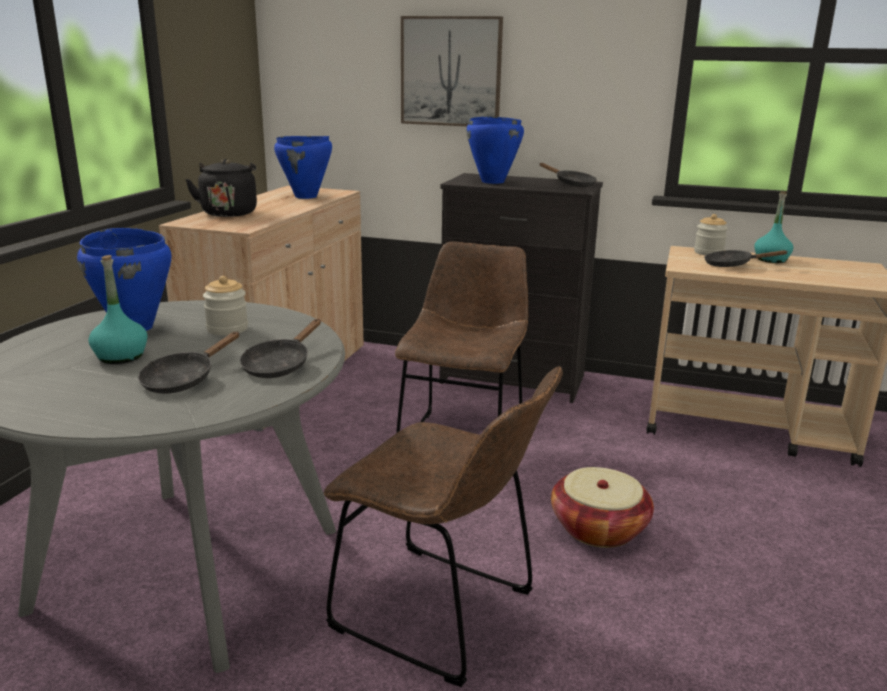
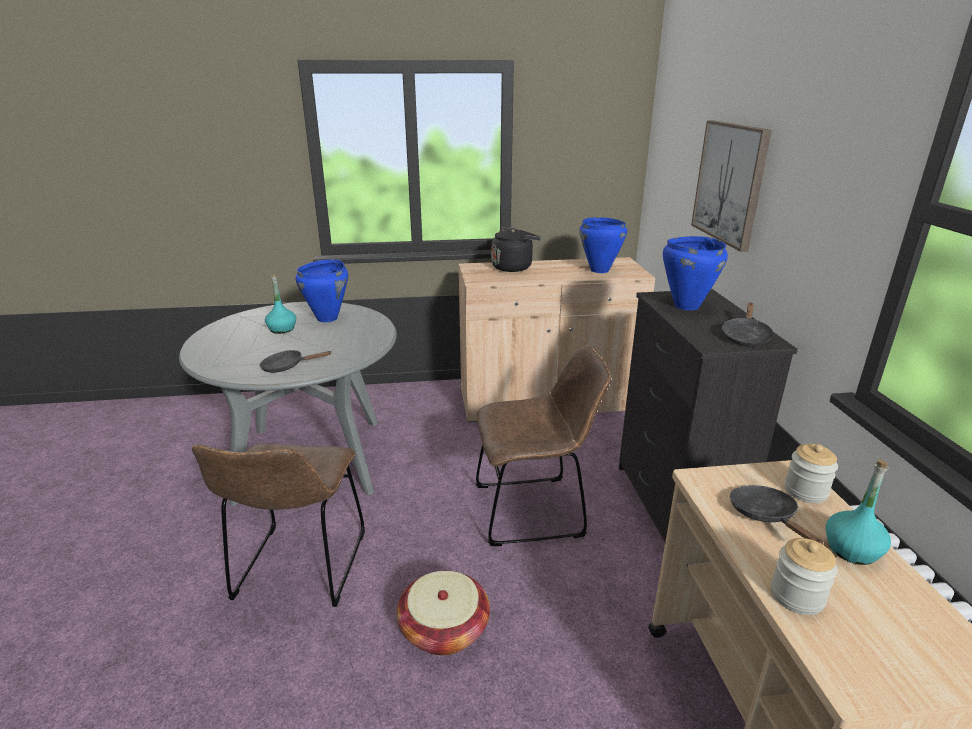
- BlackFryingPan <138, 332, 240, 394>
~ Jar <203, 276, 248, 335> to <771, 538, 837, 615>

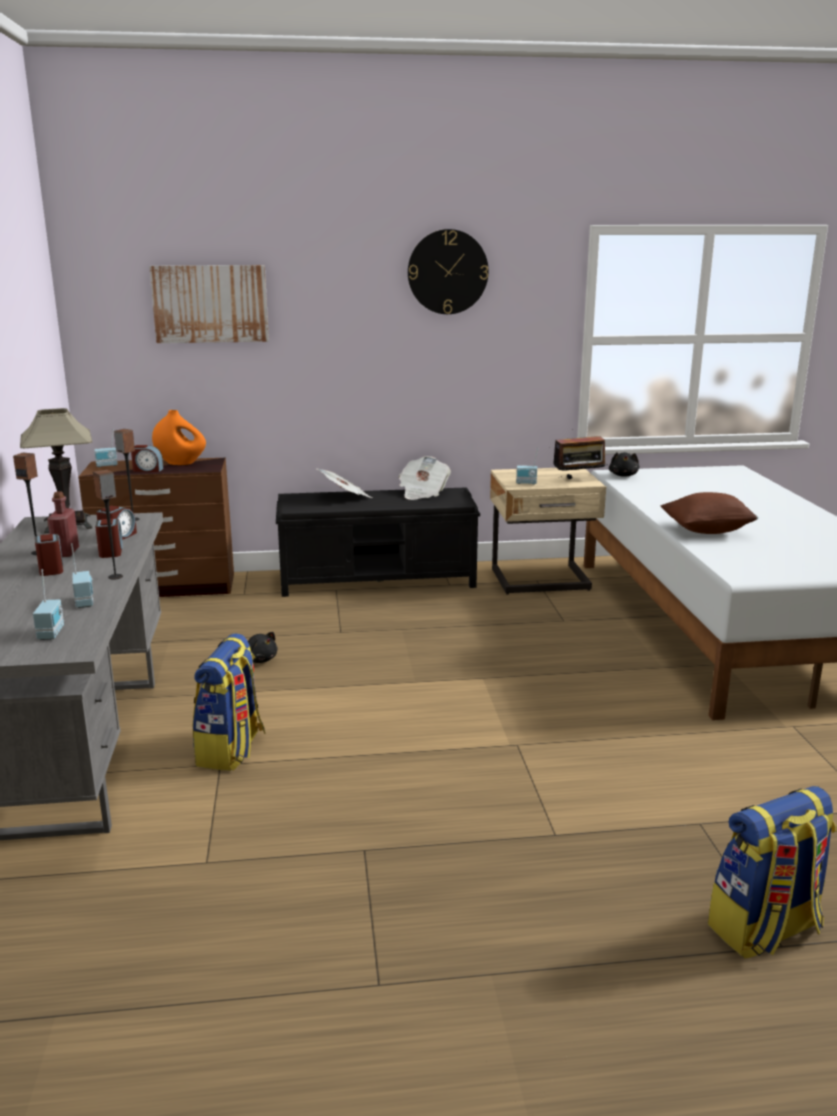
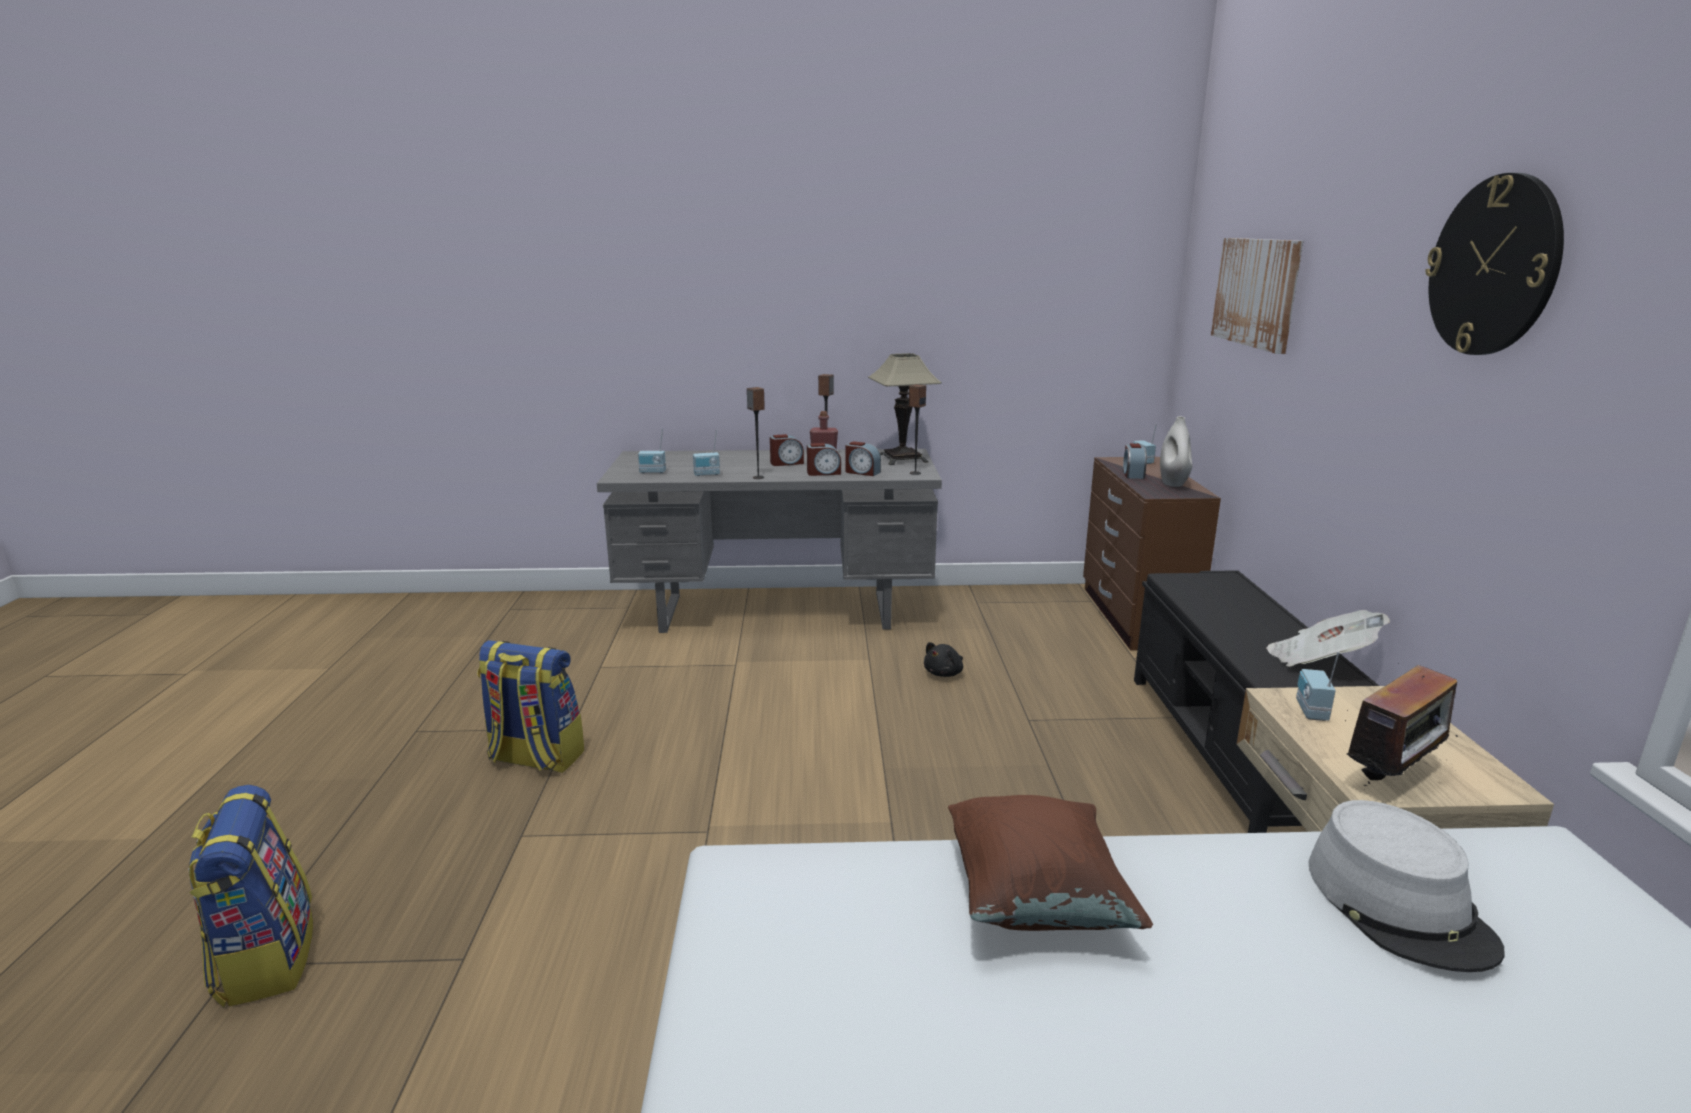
- Newspaper <315, 468, 372, 498>
- BlackPlushToy <609, 452, 639, 477>
+ GreyHat <1308, 800, 1504, 972>
~ Backpack <193, 633, 266, 771> to <477, 640, 584, 773>
~ OrangeVase <152, 410, 206, 465> to WhiteVase <1160, 416, 1192, 487>
~ Radio <553, 436, 608, 479> = <1345, 665, 1458, 786> 120 degrees counterclockwise

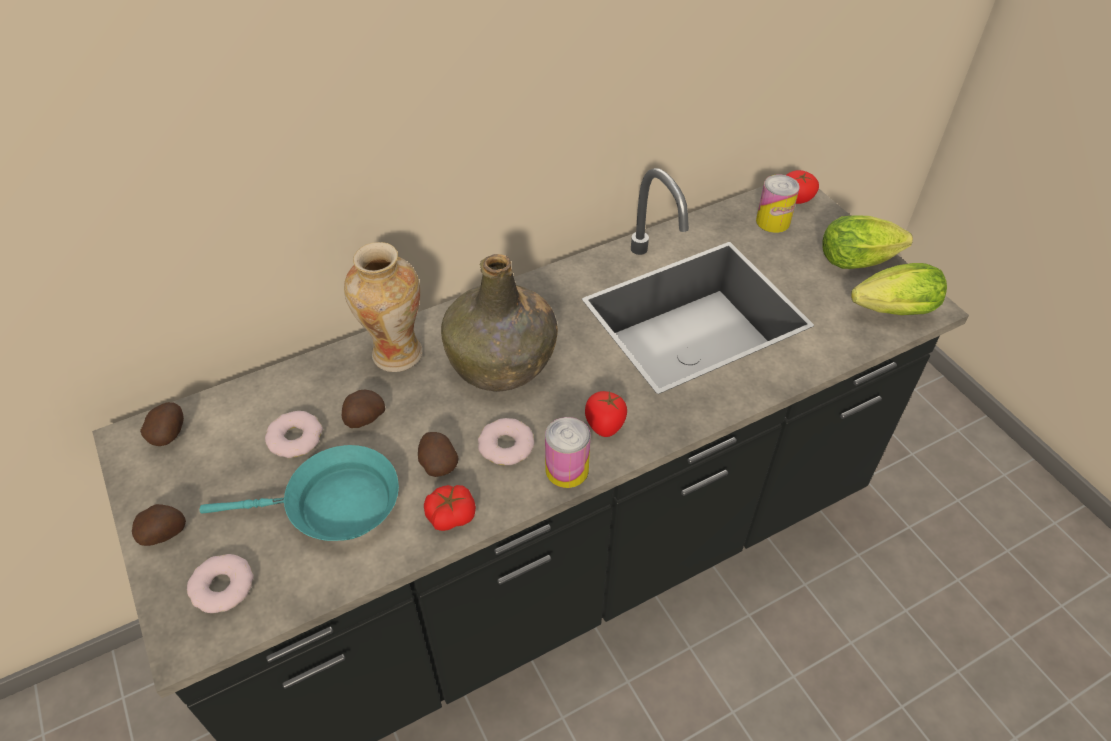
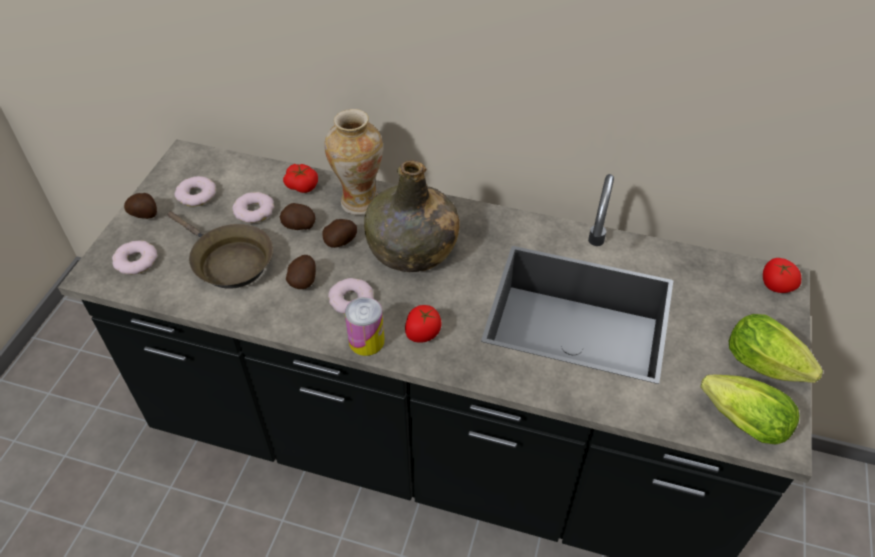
- Can <756, 174, 800, 233>
+ Donut <174, 176, 216, 206>
~ Potato <140, 402, 184, 446> to <322, 219, 357, 248>
~ Tomato <424, 485, 476, 531> to <283, 164, 318, 193>
~ TurquoiseFryingPan <200, 445, 399, 541> to BrownFryingPan <167, 211, 273, 289>

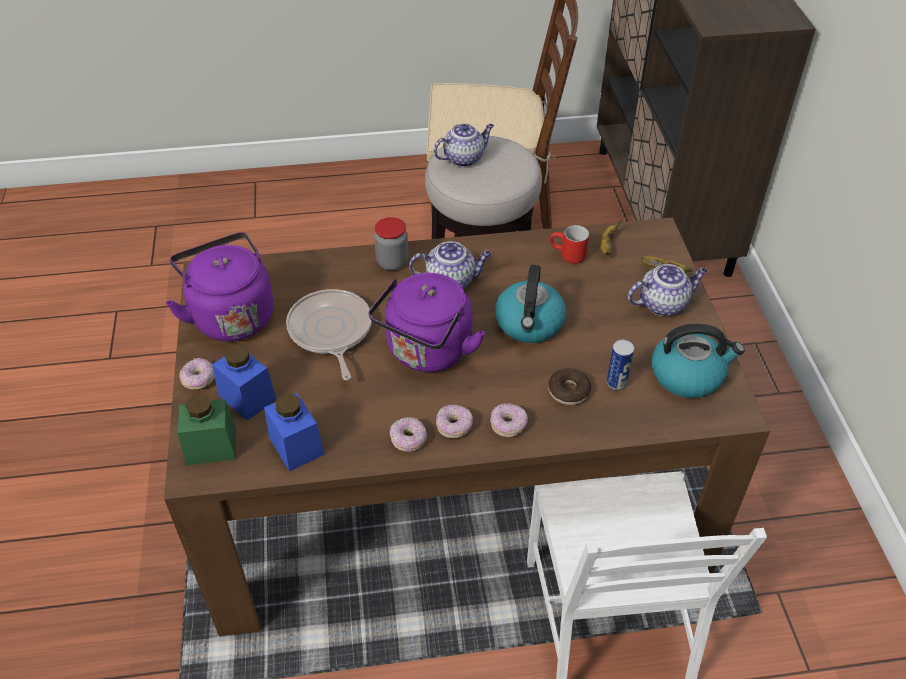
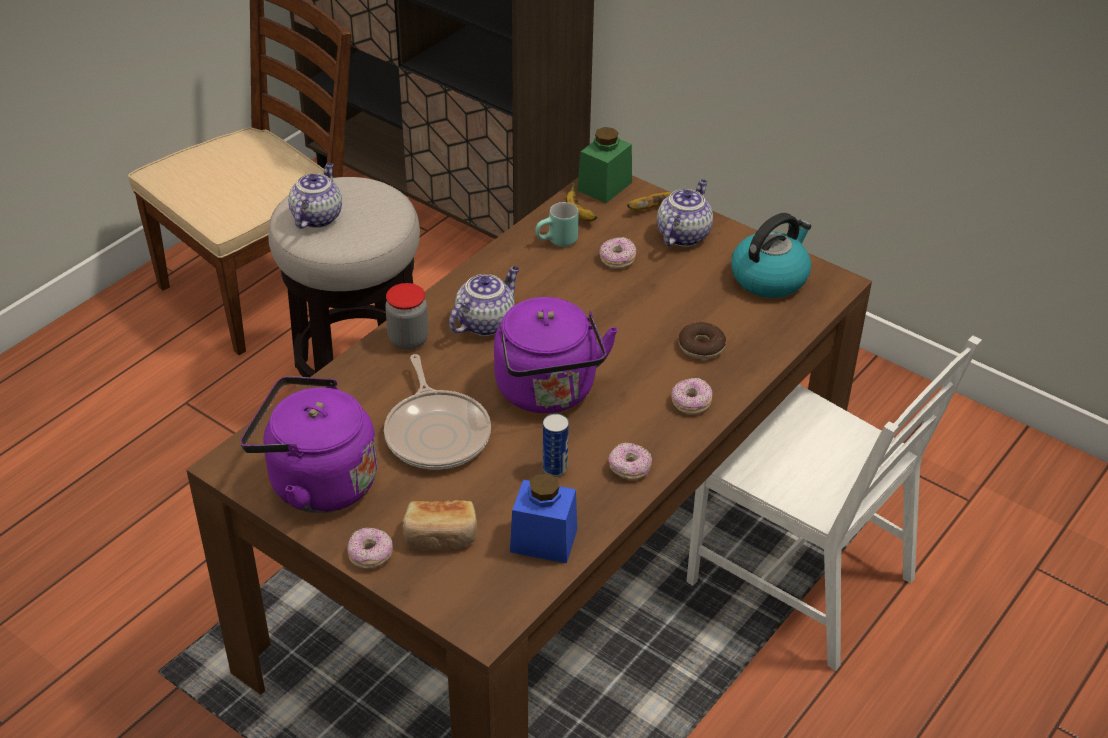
- Kettle <495, 265, 566, 343>
~ GreenJar <178, 394, 236, 465> to <577, 127, 632, 203>
~ Donut <436, 405, 473, 438> to <600, 237, 636, 269>
~ Can <607, 340, 634, 390> to <543, 414, 569, 477>
~ BlueJar <212, 345, 276, 421> to Bread <403, 500, 477, 550>
~ RedMug <550, 225, 589, 264> to TurquoiseMug <536, 202, 579, 247>
~ FryingPan <286, 289, 372, 380> = <384, 354, 491, 470> 135 degrees counterclockwise

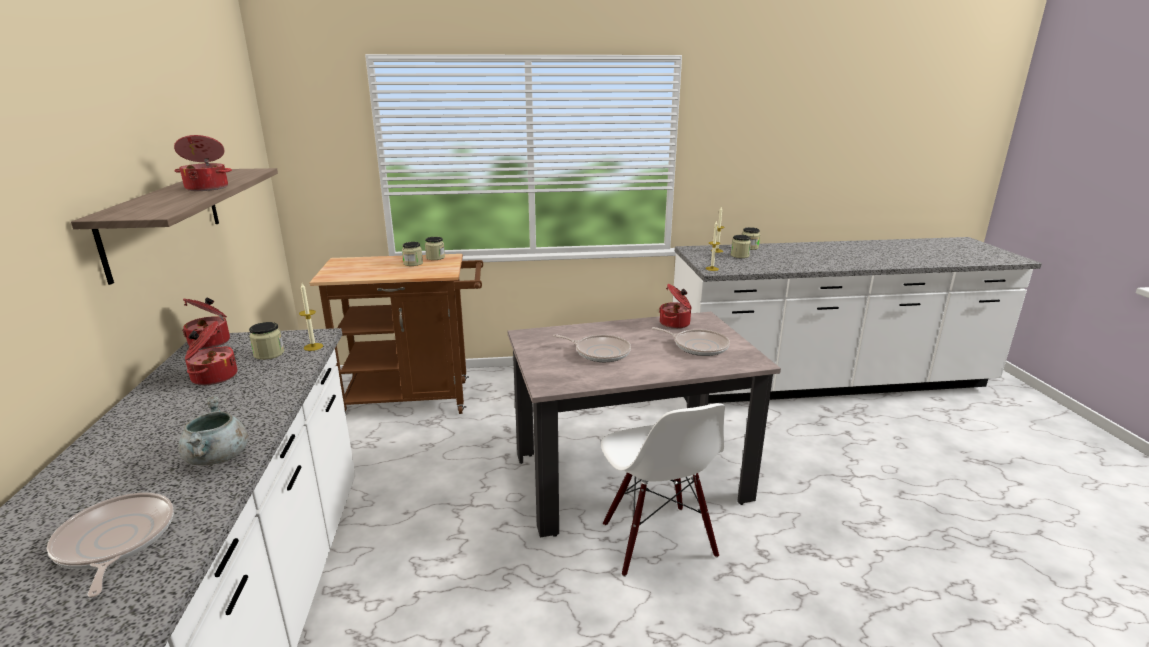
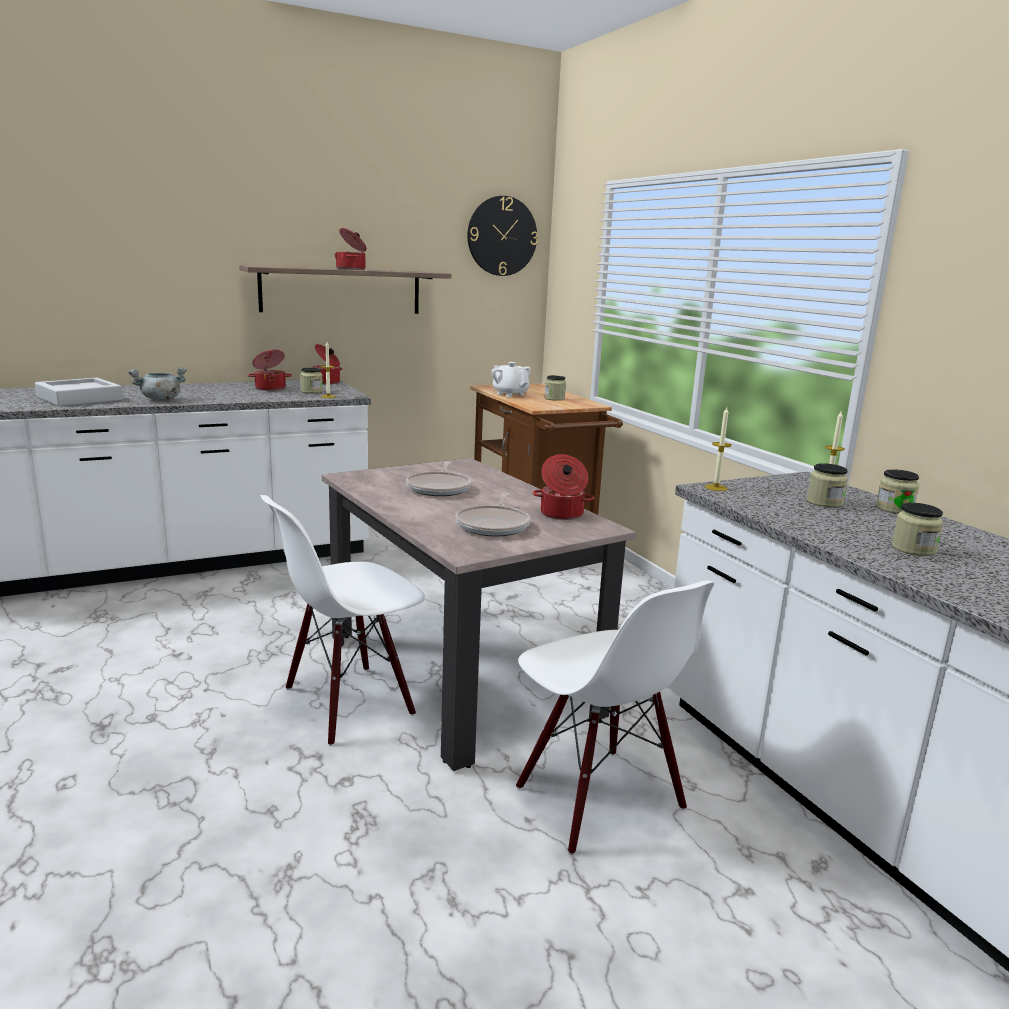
+ WallClock <467, 196, 538, 276>
+ WhiteTeapot <491, 362, 531, 397>
+ WhiteChair <516, 581, 715, 855>
~ Jar <425, 237, 445, 260> to <892, 503, 943, 556>
~ FryingPan <47, 493, 174, 597> to GreyTray <35, 378, 123, 406>

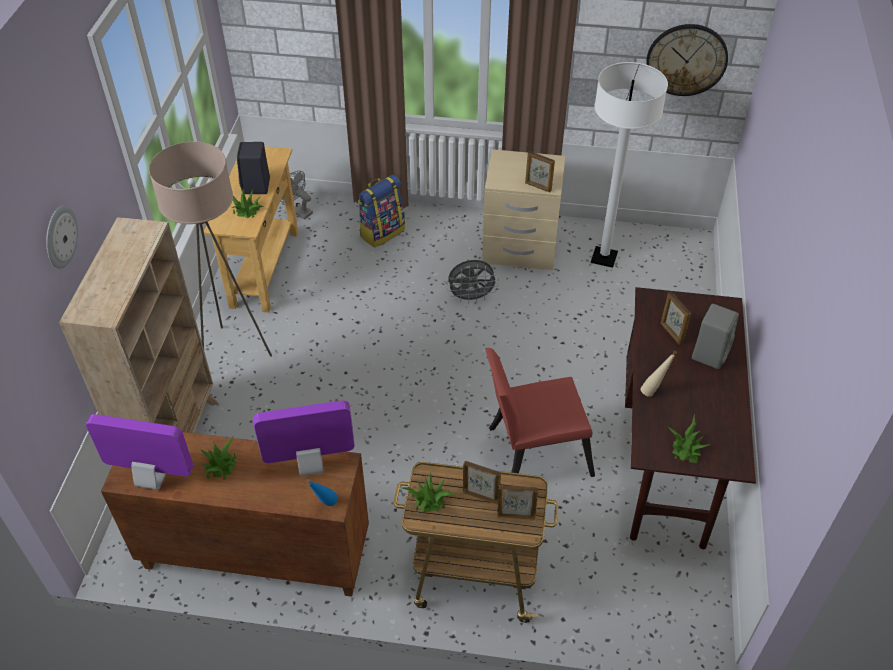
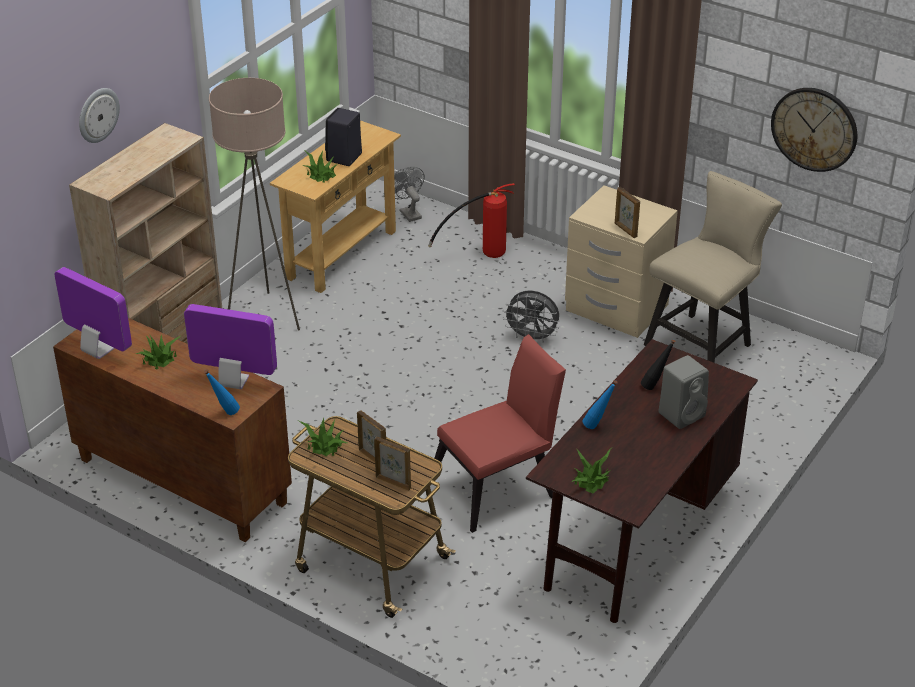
~ Backpack <358, 175, 405, 248> to FireExtinguisher <428, 183, 515, 258>
~ WhiteFloorLamp <591, 62, 668, 268> to BeigeChair <644, 171, 782, 363>
~ PictureFrame <660, 292, 691, 345> to BlackBottle <641, 339, 676, 390>
~ BeigeBottle <640, 351, 677, 397> to BlueBottle <583, 380, 618, 429>
~ RedChair <485, 348, 595, 477> = <435, 334, 566, 533> 135 degrees clockwise

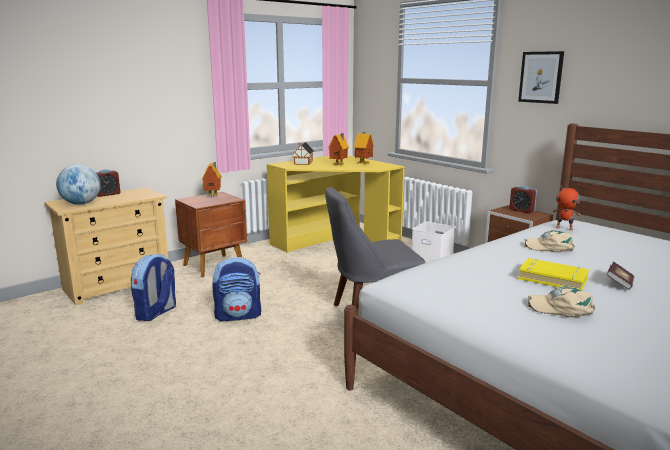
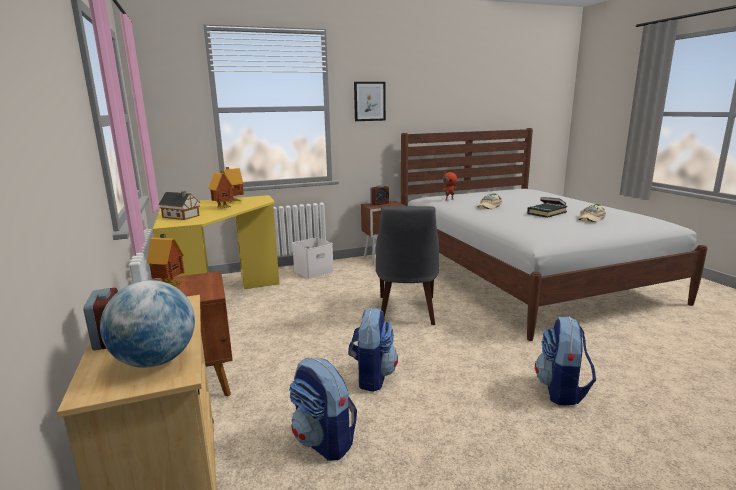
+ Backpack <535, 316, 596, 405>
~ YellowBook <518, 258, 589, 290> to BlackBook <527, 203, 567, 218>

